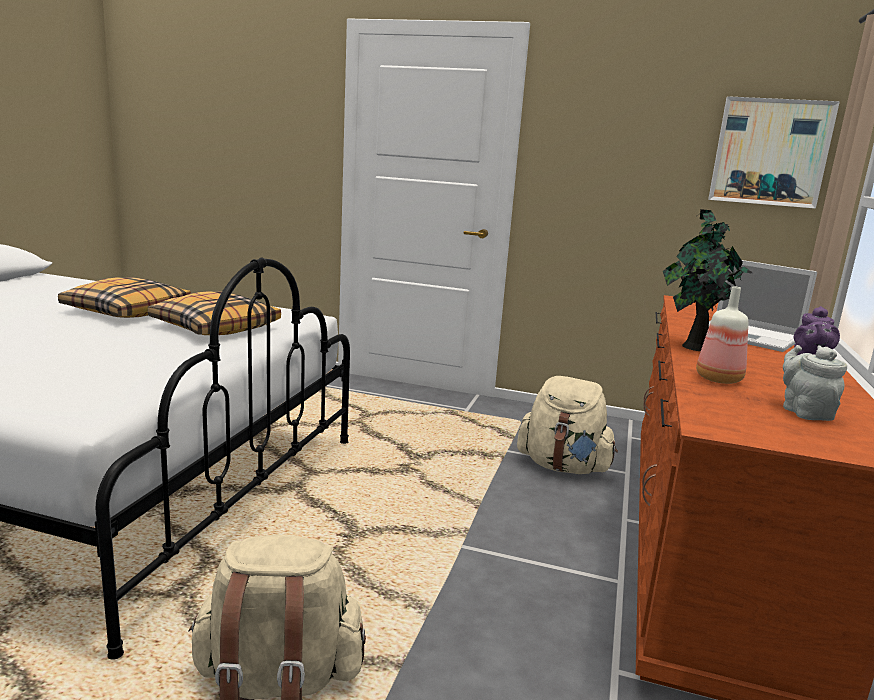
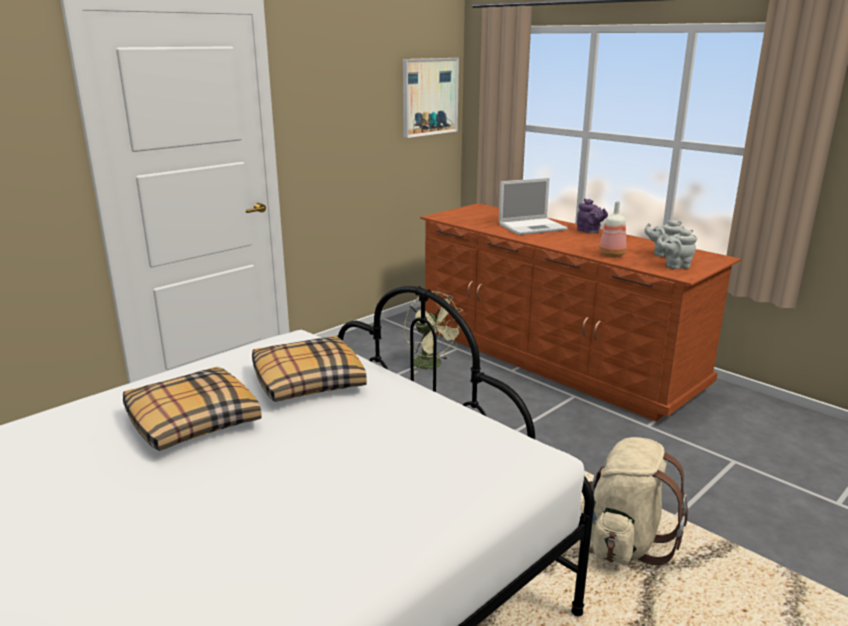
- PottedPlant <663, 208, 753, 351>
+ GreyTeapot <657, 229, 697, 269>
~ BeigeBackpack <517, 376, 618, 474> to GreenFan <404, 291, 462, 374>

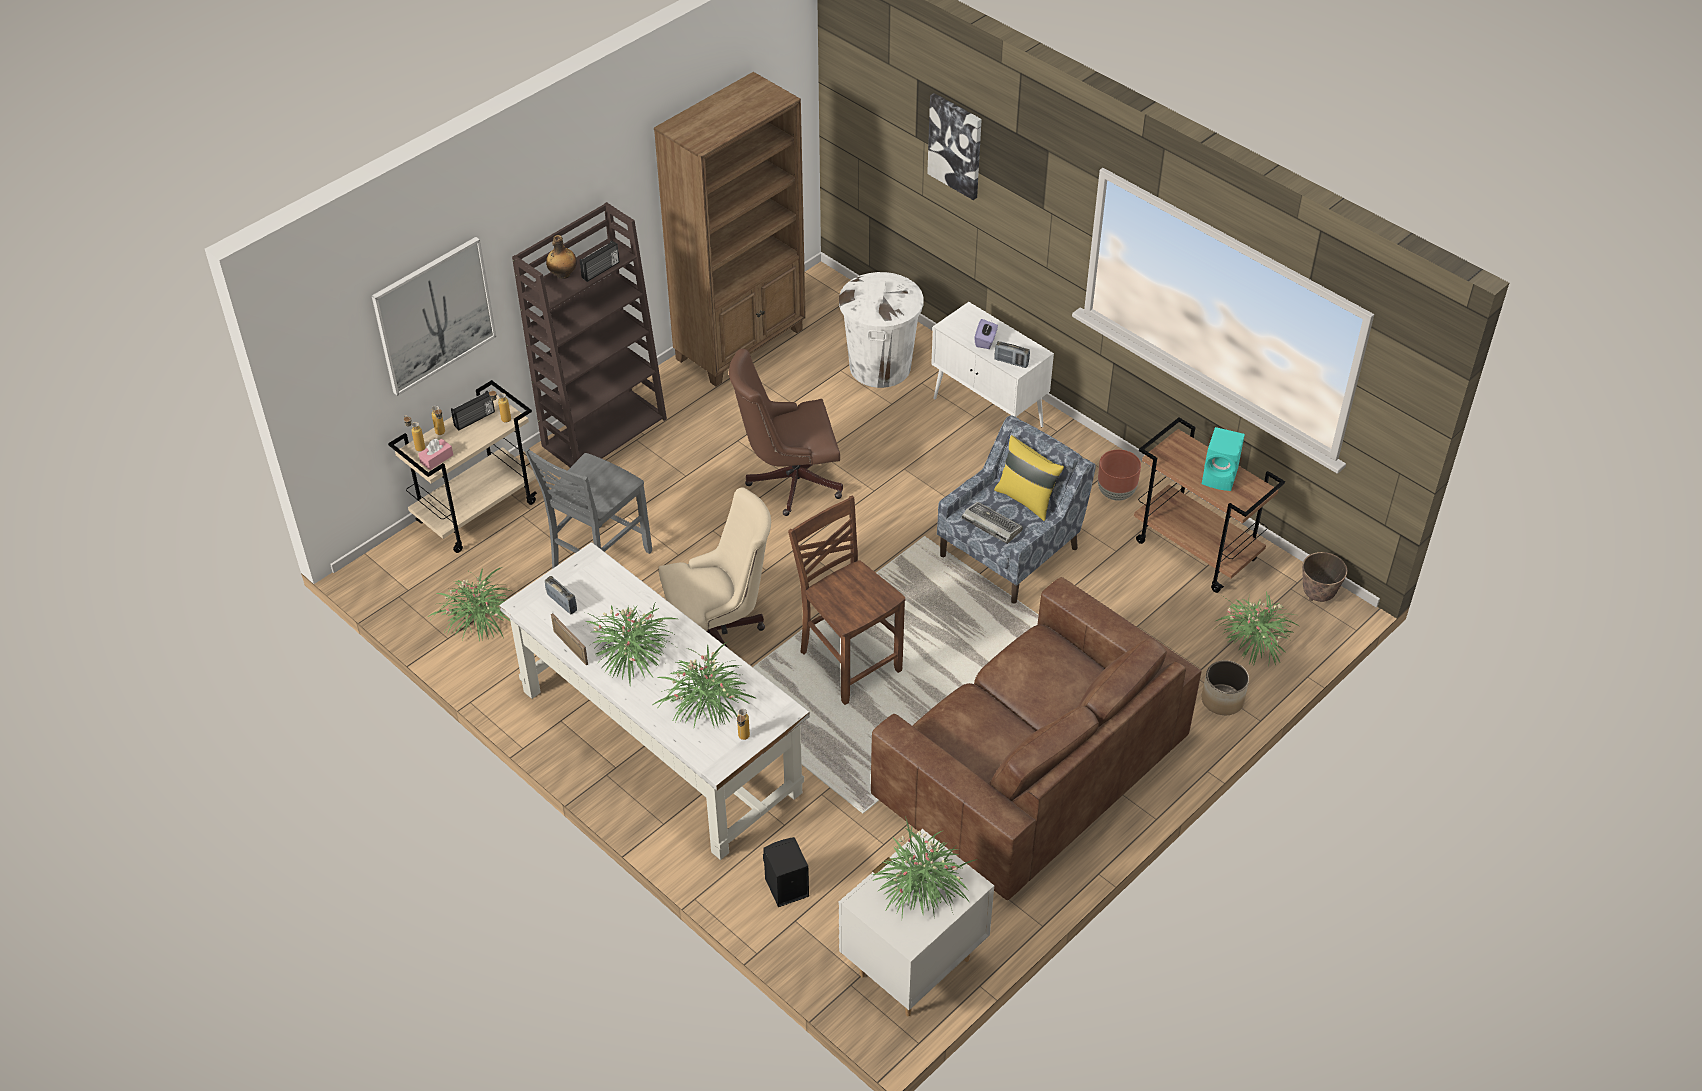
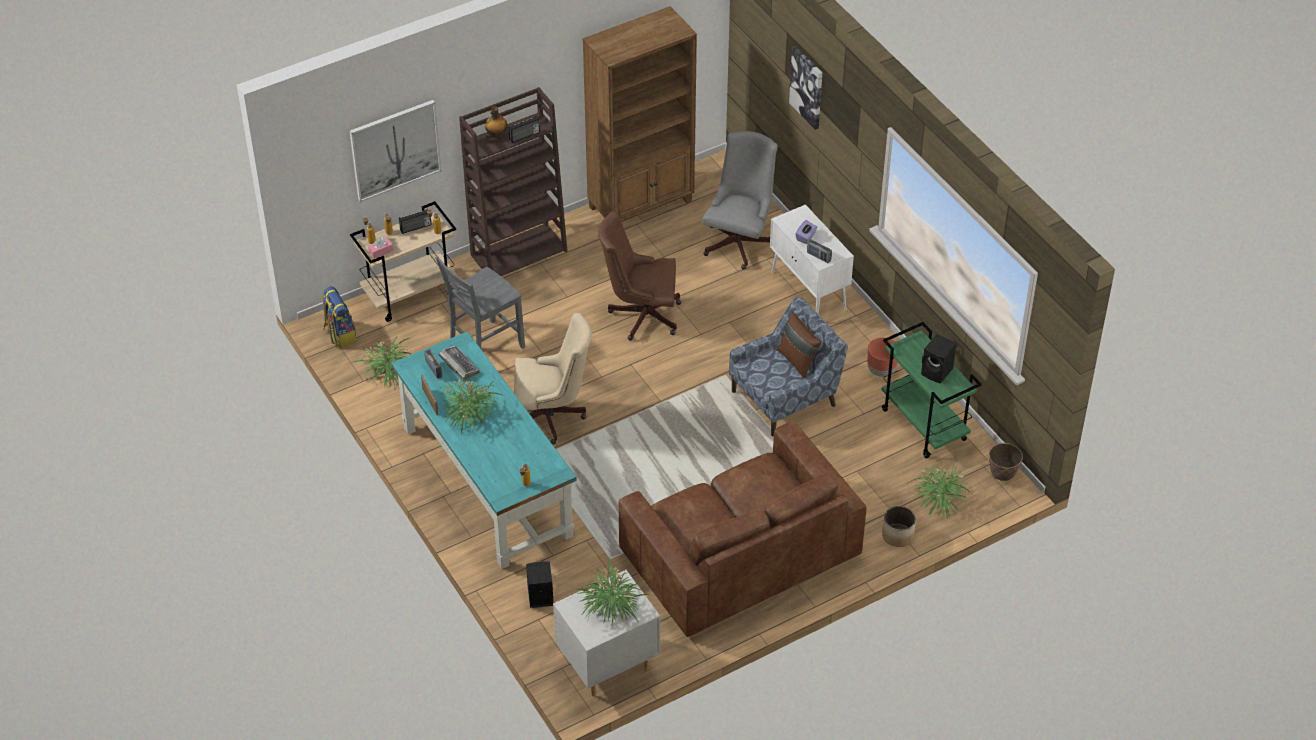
- PottedPlant <653, 642, 757, 727>
- BrownChair <788, 496, 906, 705>
+ Backpack <322, 287, 357, 348>
~ Keyboard <962, 502, 1023, 544> to <439, 345, 480, 381>
~ WhiteTrashCan <839, 272, 923, 388> to GreyOfficeChair <702, 131, 778, 270>
~ WhiteDesk <499, 542, 810, 860> to TurquoiseDesk <391, 331, 577, 569>
~ YellowPillow <994, 435, 1064, 521> to BrownPillow <777, 312, 822, 379>
~ BrownCart <1134, 418, 1285, 593> to GreenCart <881, 322, 982, 459>
~ TurquoiseSpeaker <1202, 427, 1245, 491> to BlackSpeaker <921, 334, 956, 383>

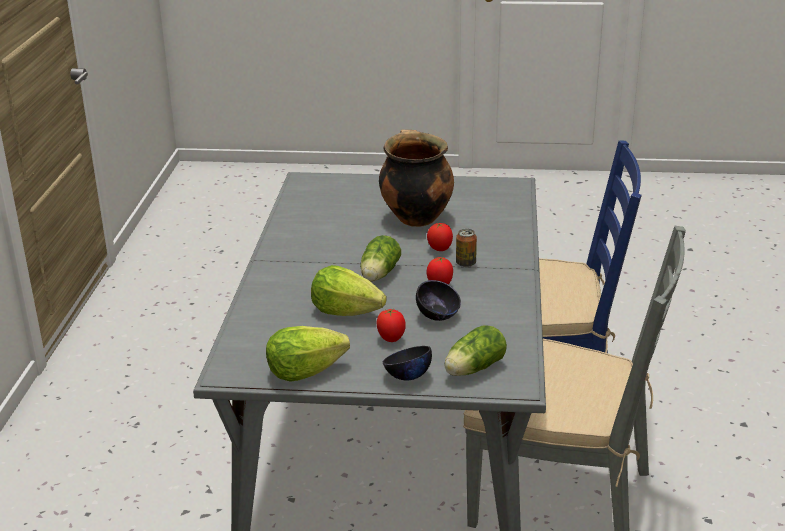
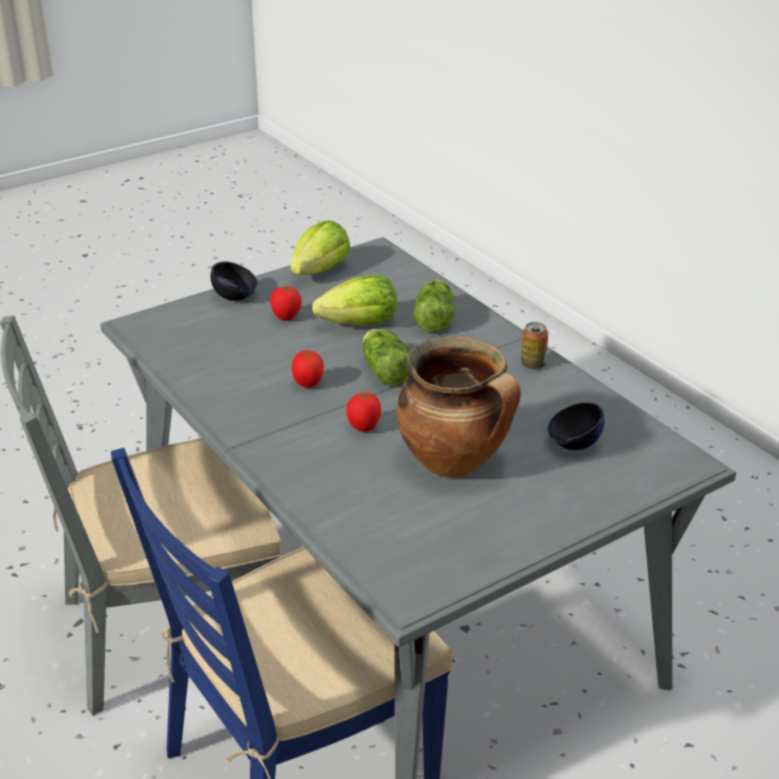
~ BlackBowl <416, 280, 461, 321> to <548, 403, 605, 450>
~ Lettuce <445, 325, 507, 376> to <414, 280, 455, 333>
~ Can <456, 229, 477, 267> to <521, 322, 548, 370>

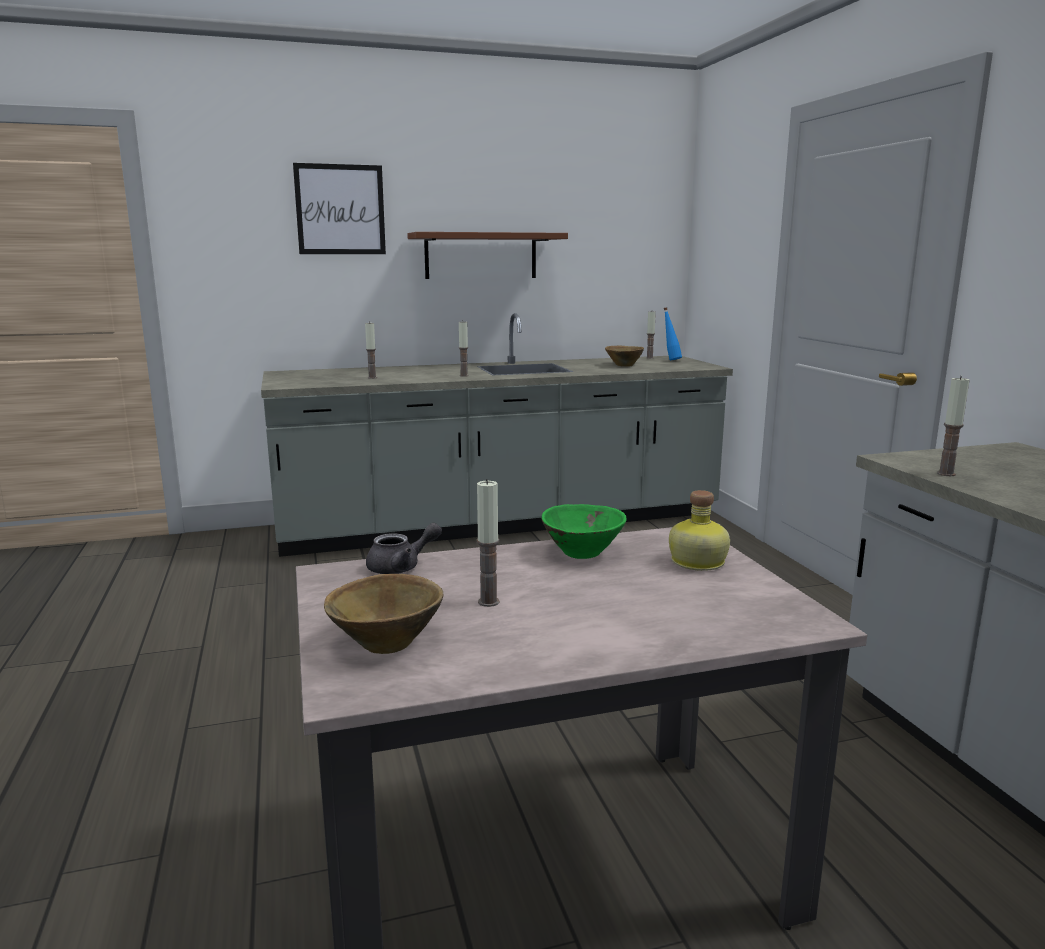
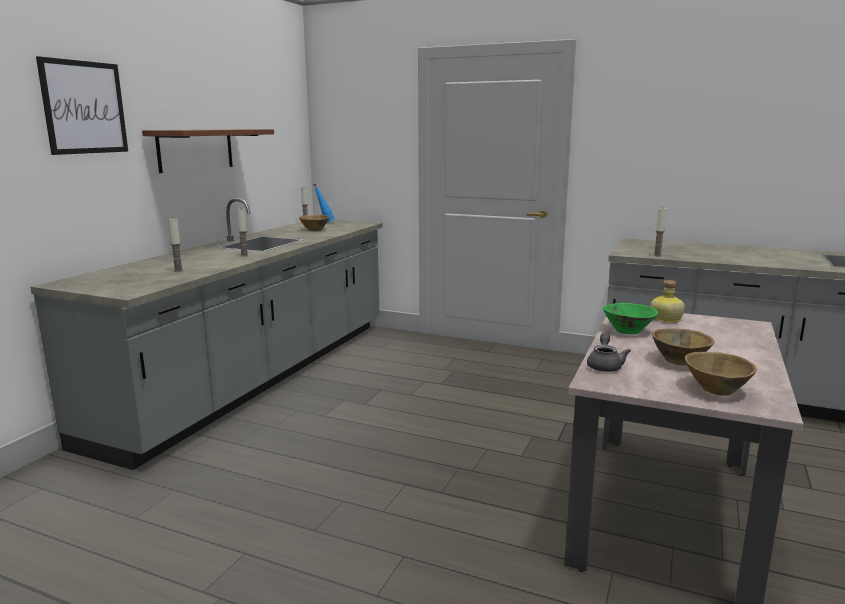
~ Candle <477, 479, 500, 607> to BrownBowl <652, 329, 714, 366>

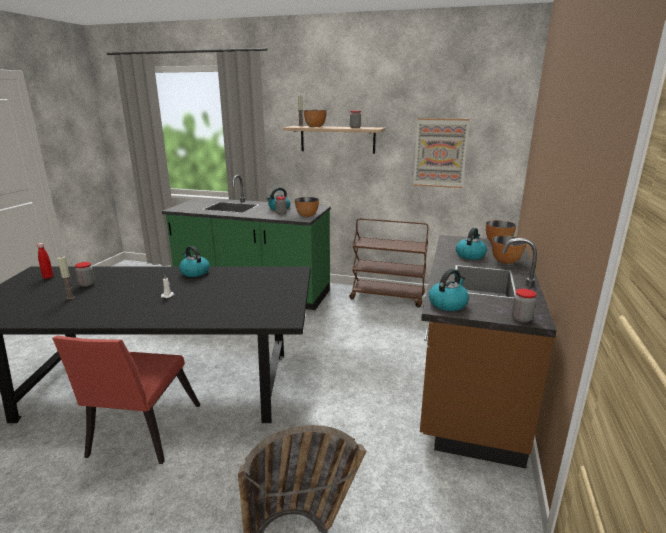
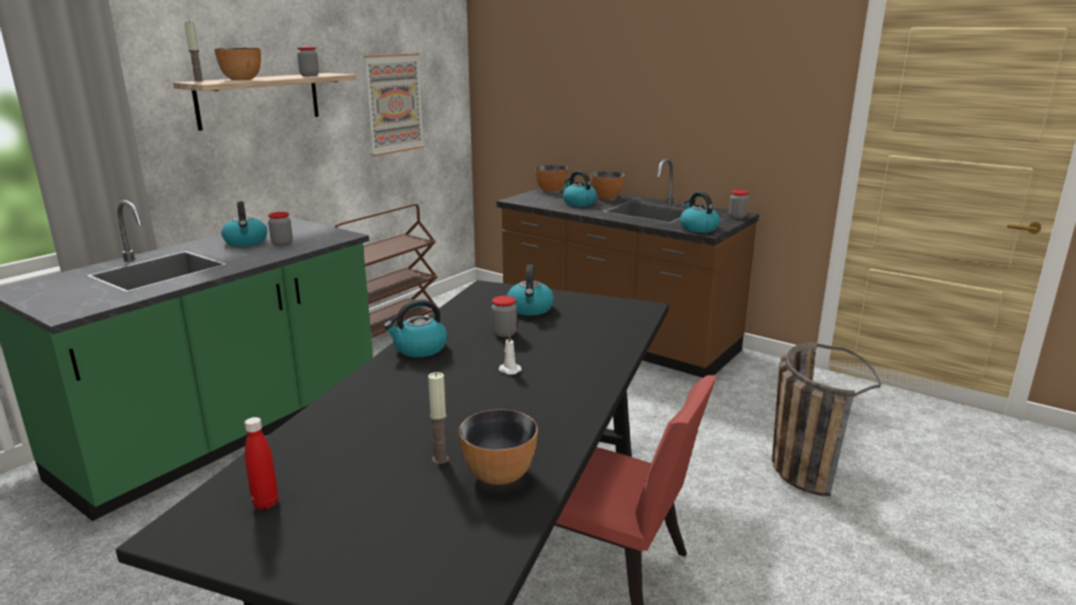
+ Kettle <507, 265, 554, 316>
~ Jar <75, 262, 95, 287> to <491, 296, 517, 337>
~ Bowl <295, 197, 319, 217> to <459, 409, 538, 485>

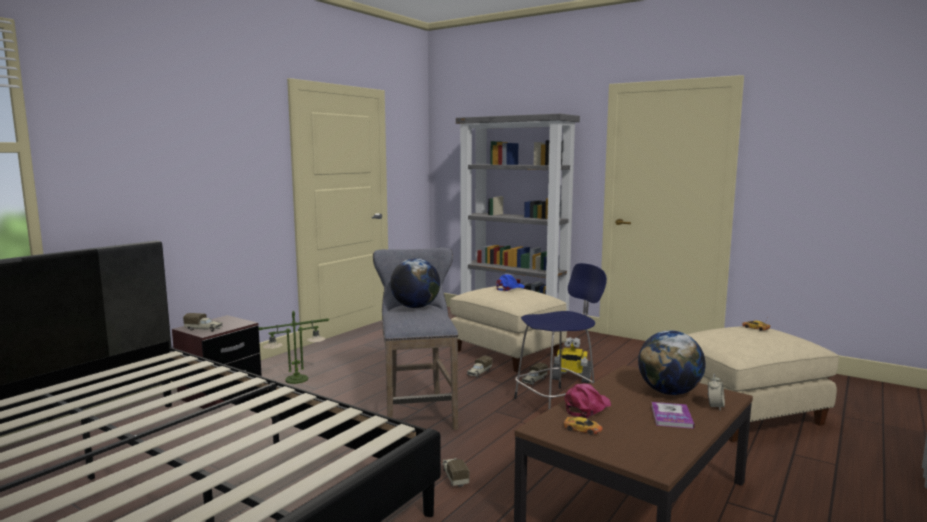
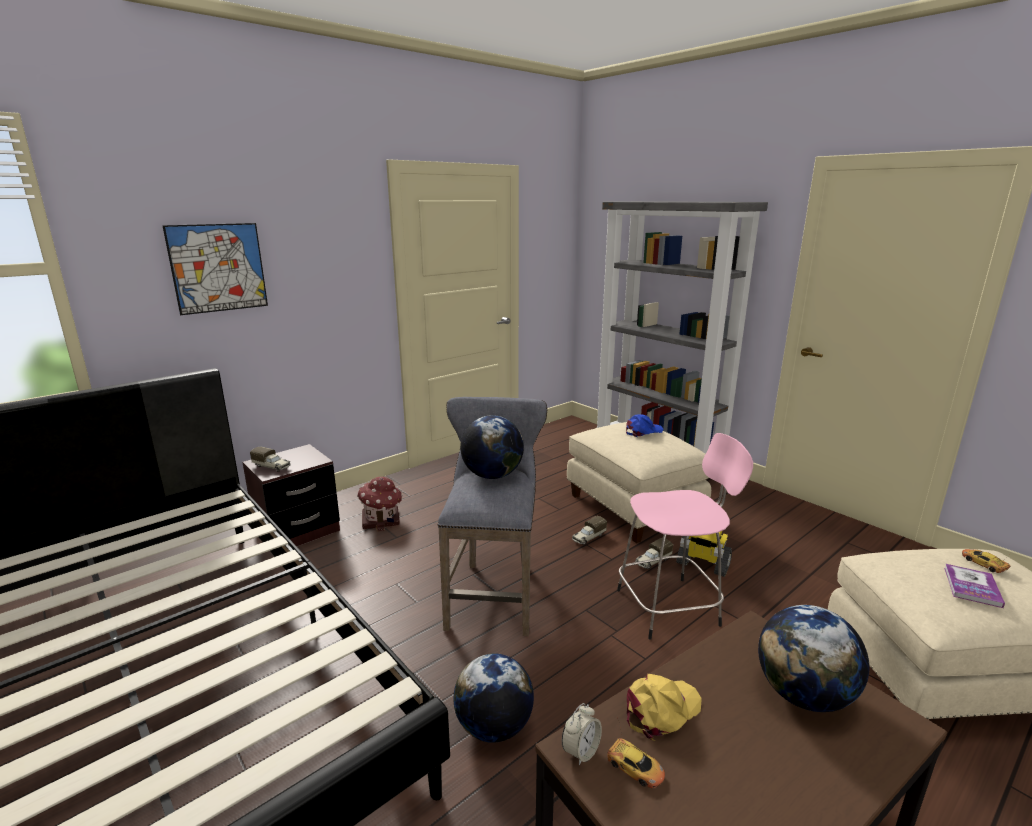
+ Picture <162, 223, 268, 315>
~ Book <651, 402, 694, 429> to <944, 564, 1005, 608>
~ AlarmClock <707, 374, 725, 410> to <562, 703, 602, 766>
~ TableLamp <259, 311, 329, 384> to ToyHouse <357, 477, 403, 531>
~ ToyTruck <442, 458, 470, 488> to Globe <453, 653, 534, 743>
~ BlueStool <514, 263, 607, 410> to PinkStool <617, 433, 753, 640>
~ PinkCap <564, 383, 611, 418> to YellowCap <627, 674, 702, 741>

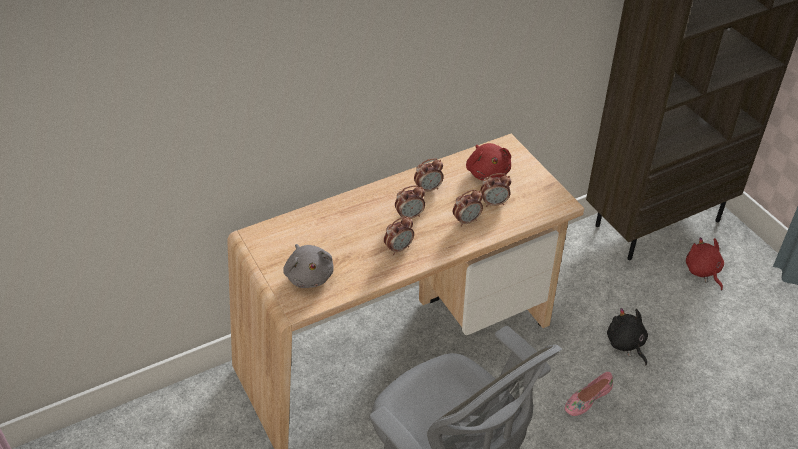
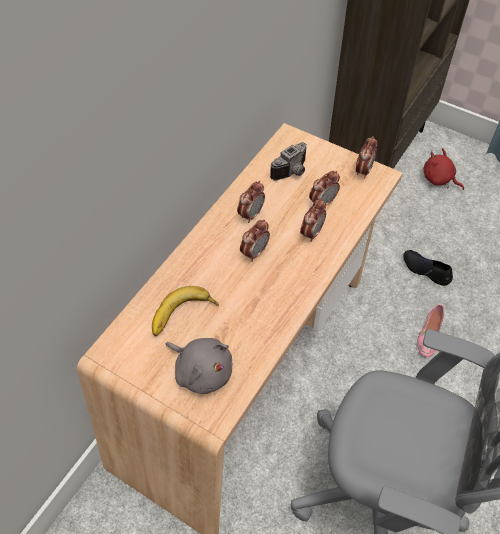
+ Banana <152, 286, 219, 336>
~ AlarmClock <384, 217, 414, 255> to <356, 136, 377, 179>
~ RedPlushToy <466, 143, 511, 180> to PhotoCamera <270, 142, 306, 181>
~ BlackPlushToy <607, 308, 648, 365> to BlackShoe <404, 250, 453, 286>

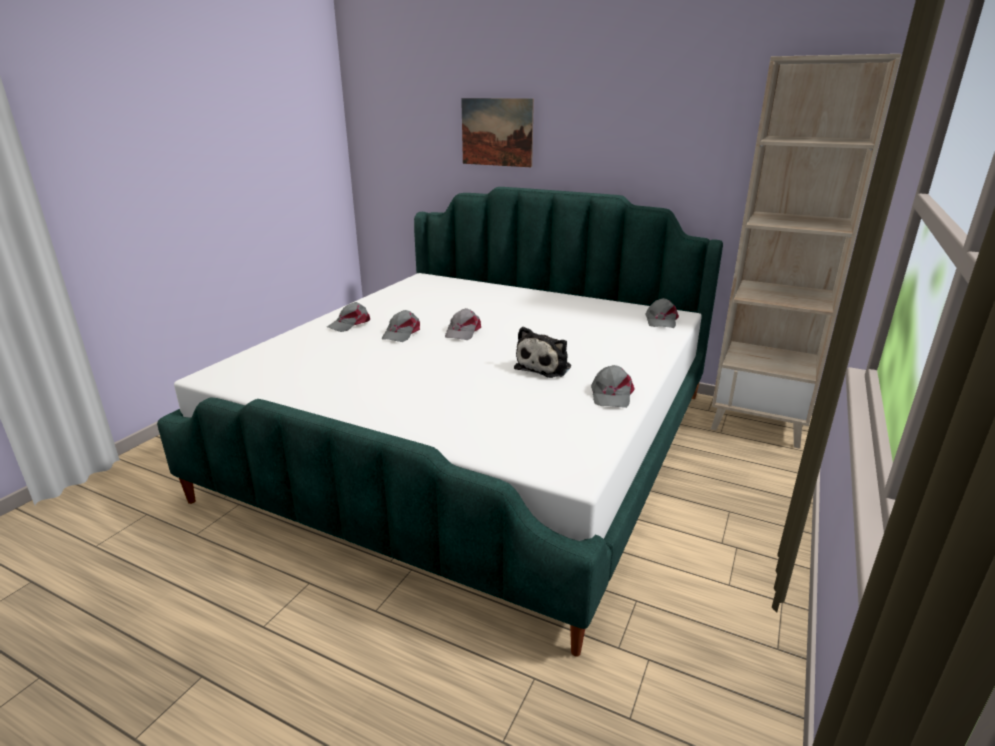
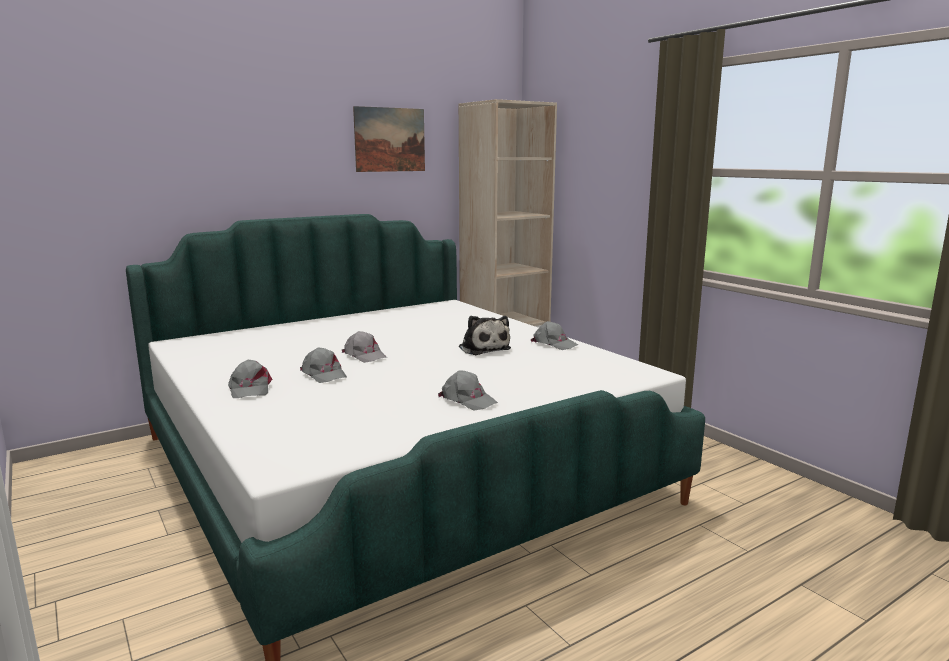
~ Picture <461, 98, 534, 167> to <353, 106, 425, 172>
~ GreyCap <645, 298, 679, 328> to <438, 370, 498, 411>

